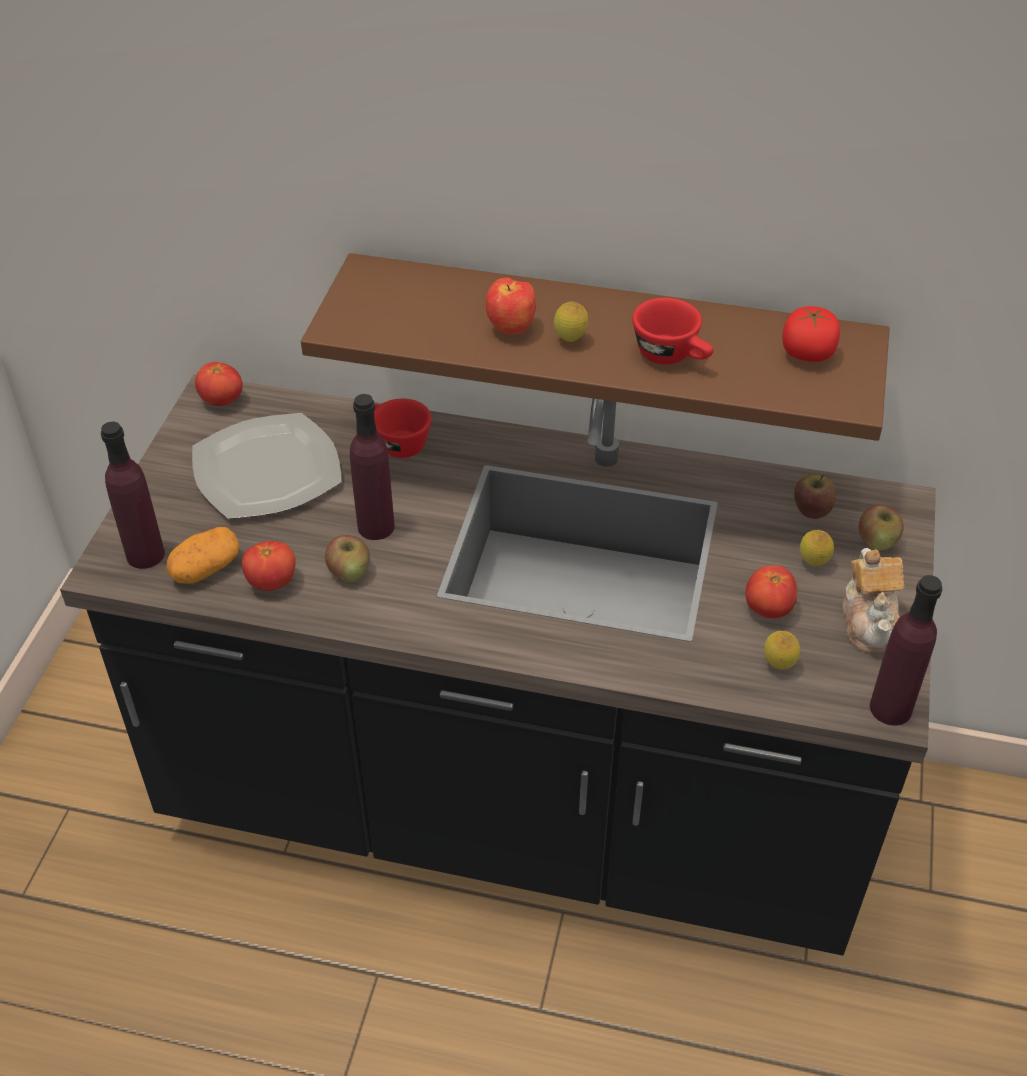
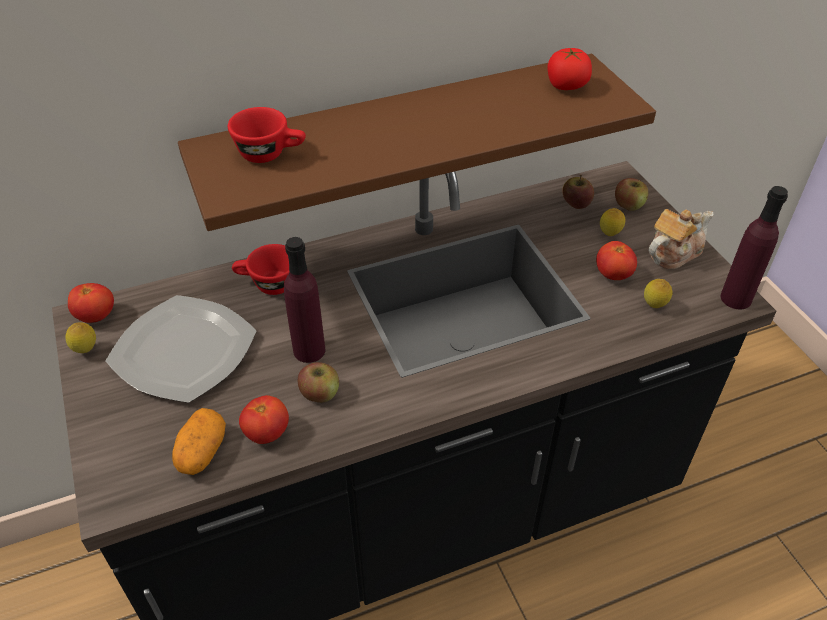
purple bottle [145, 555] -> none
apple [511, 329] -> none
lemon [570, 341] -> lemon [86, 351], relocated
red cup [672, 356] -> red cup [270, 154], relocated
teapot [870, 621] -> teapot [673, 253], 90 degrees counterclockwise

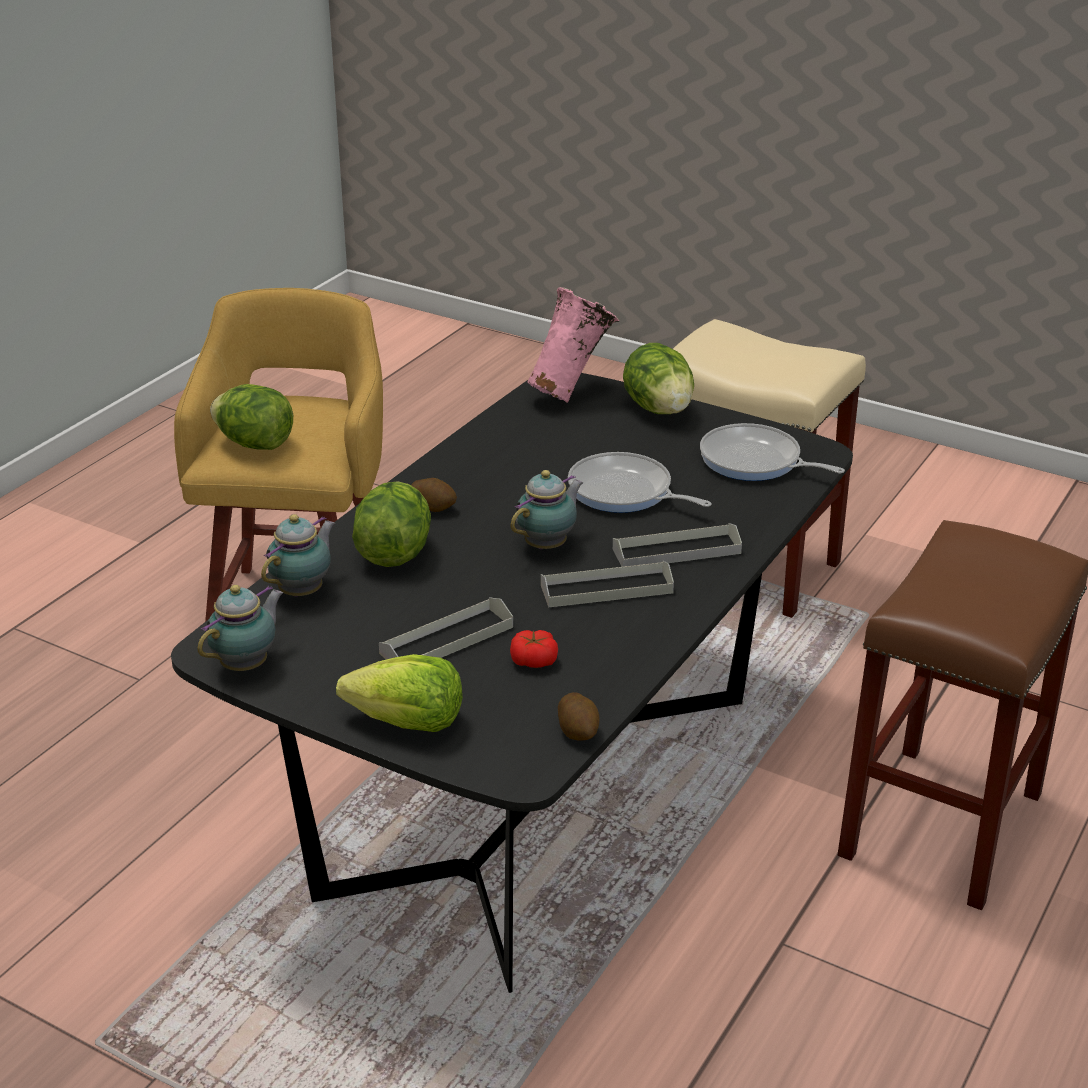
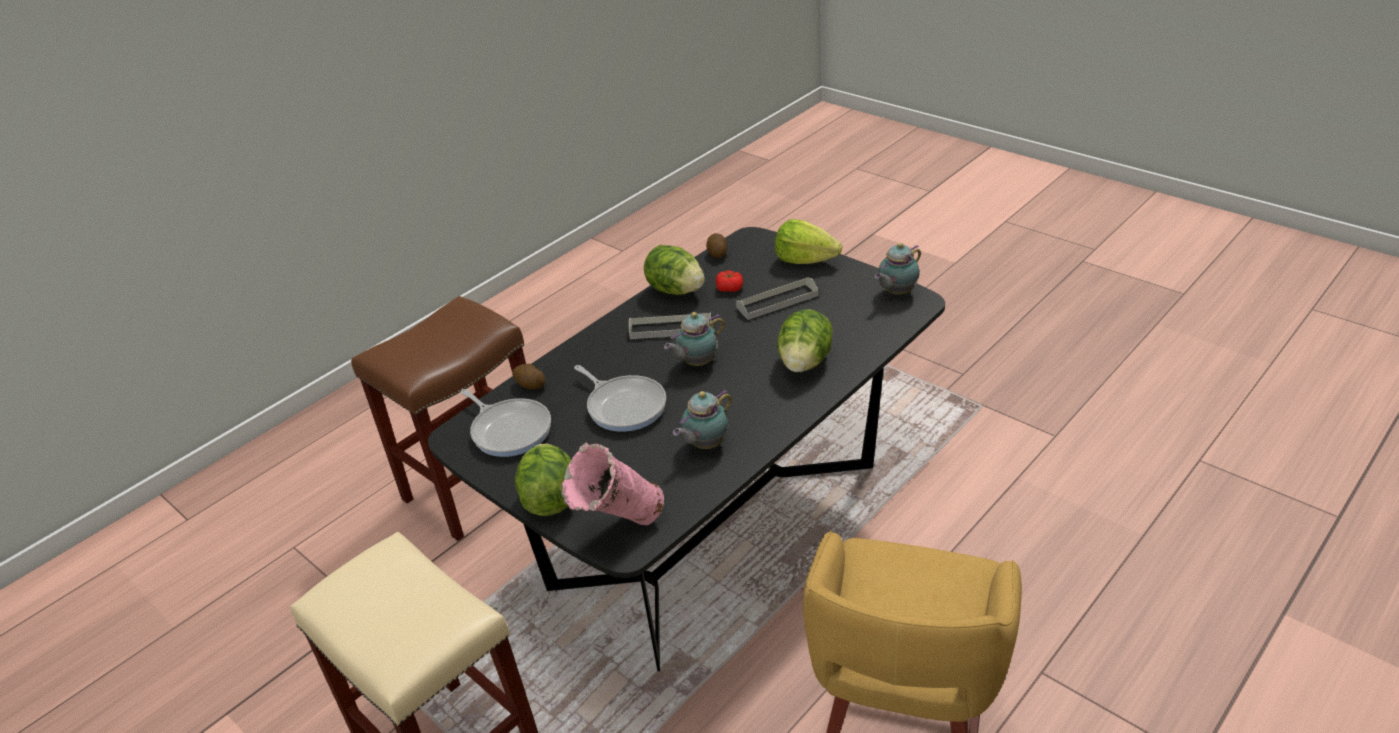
grey tray [676, 551] -> none
lettuce [255, 444] -> lettuce [676, 290], relocated
teapot [304, 591] -> teapot [705, 445], relocated
potato [432, 507] -> potato [530, 385], relocated

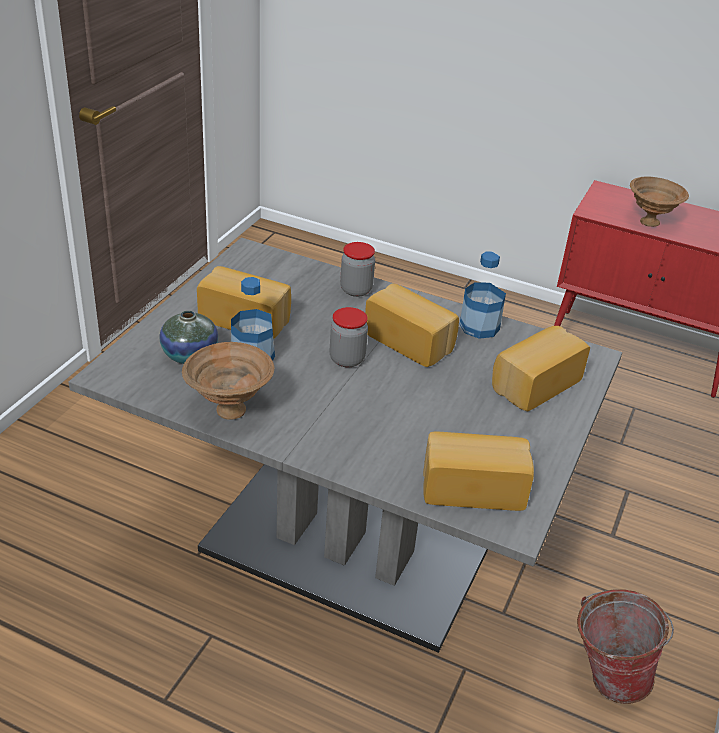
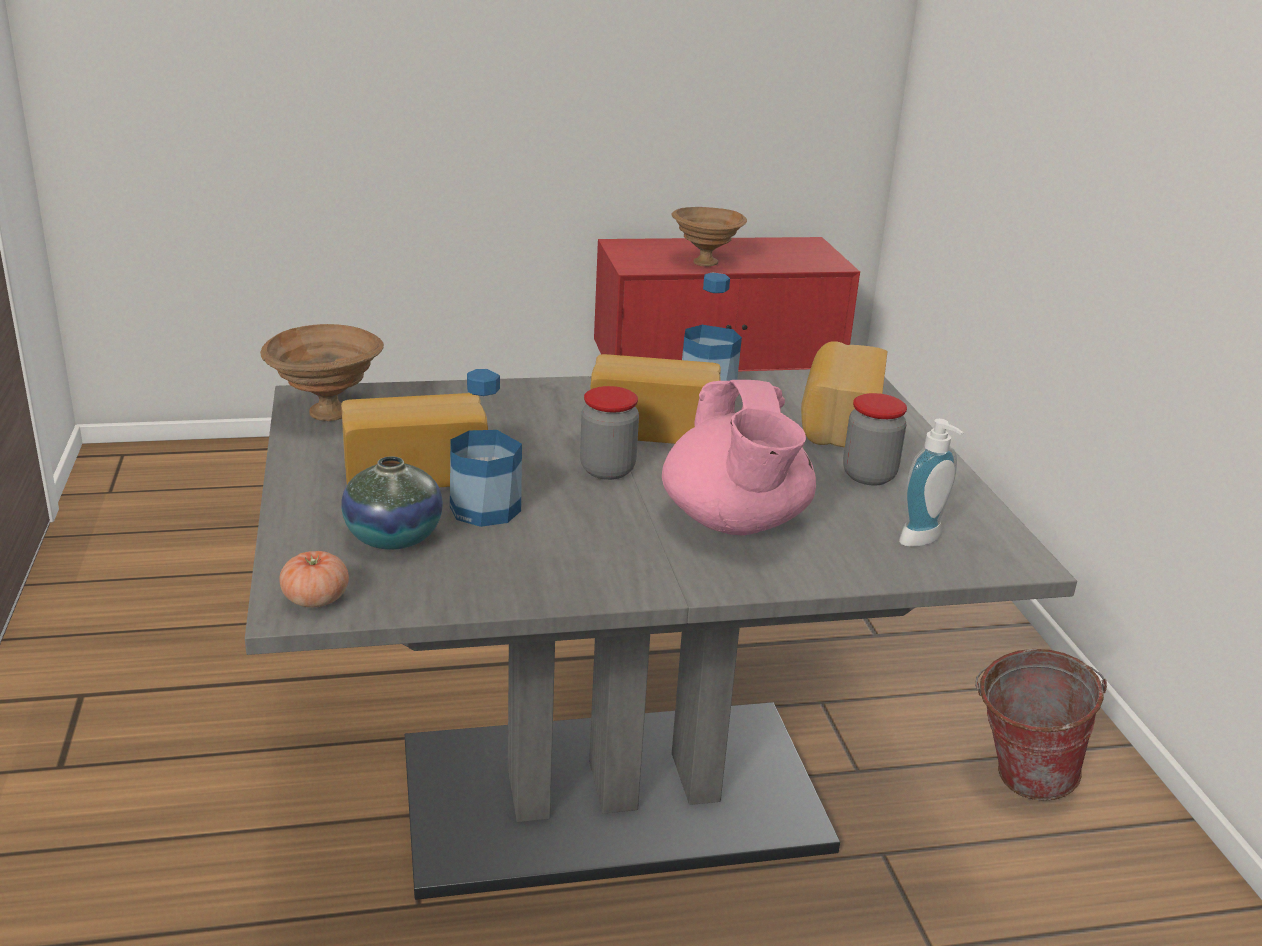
none -> tomato [315, 599]
none -> pink teapot [735, 523]
brown bowl [228, 411] -> brown bowl [326, 414], relocated
jar [356, 290] -> jar [869, 476], relocated
bread [472, 486] -> soap dispenser [925, 541]

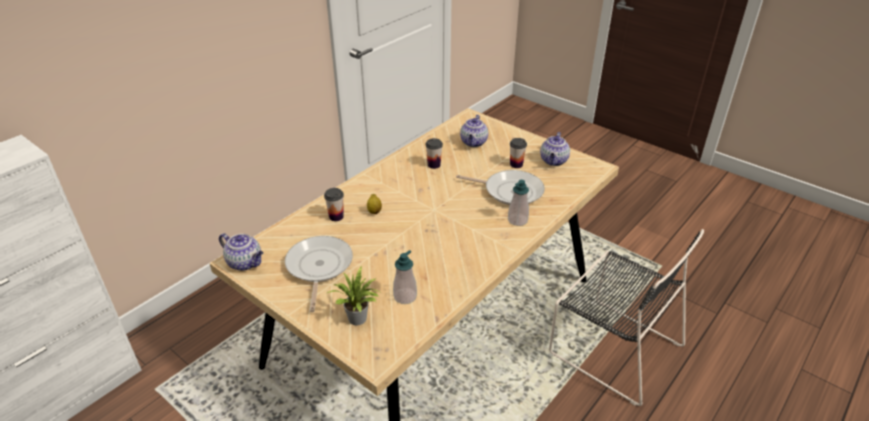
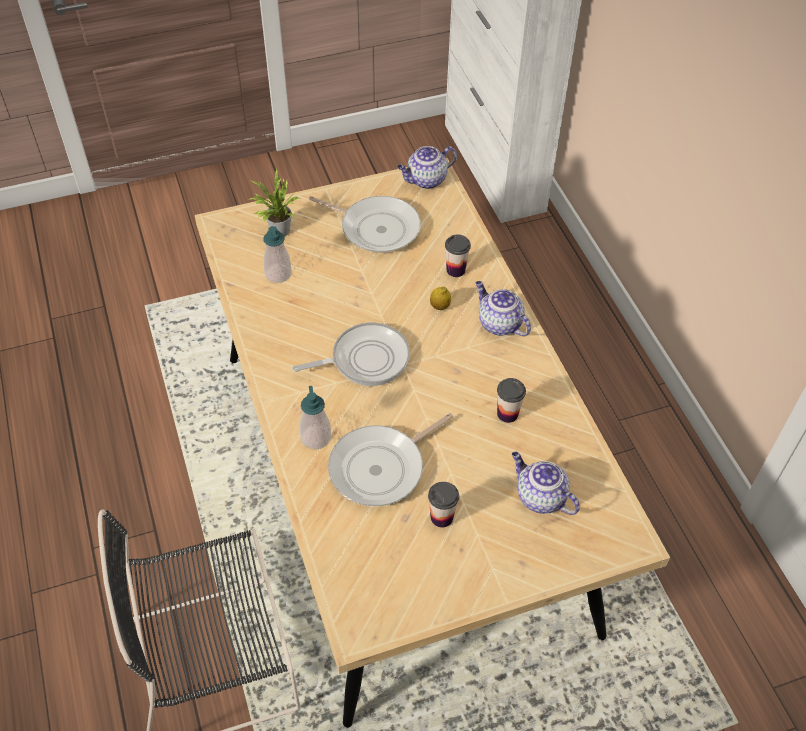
none -> frying pan [365, 359]
teapot [554, 161] -> teapot [498, 323], relocated

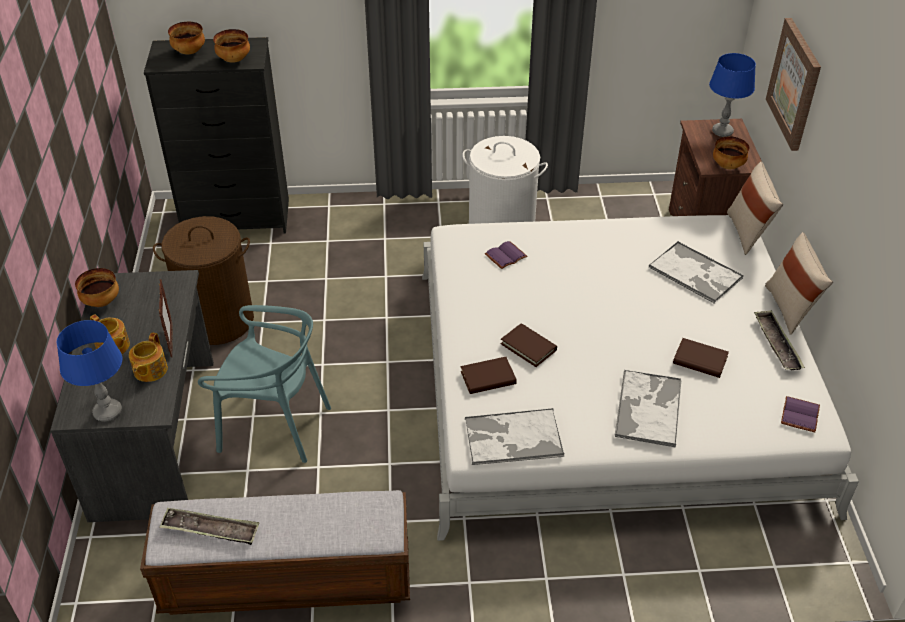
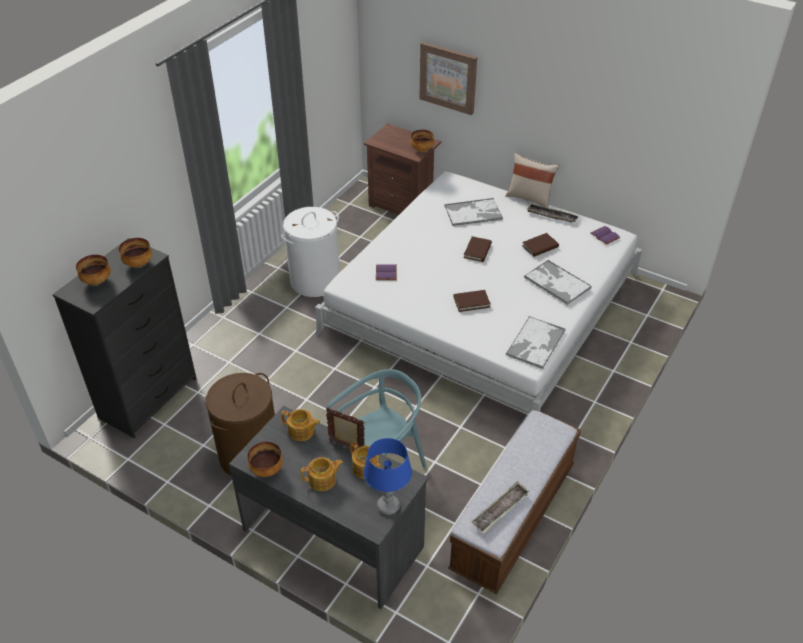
blue table lamp [722, 132] -> none
beige pillow [748, 233] -> none
none -> teapot [301, 431]
brown book [488, 378] -> brown book [477, 251], relocated

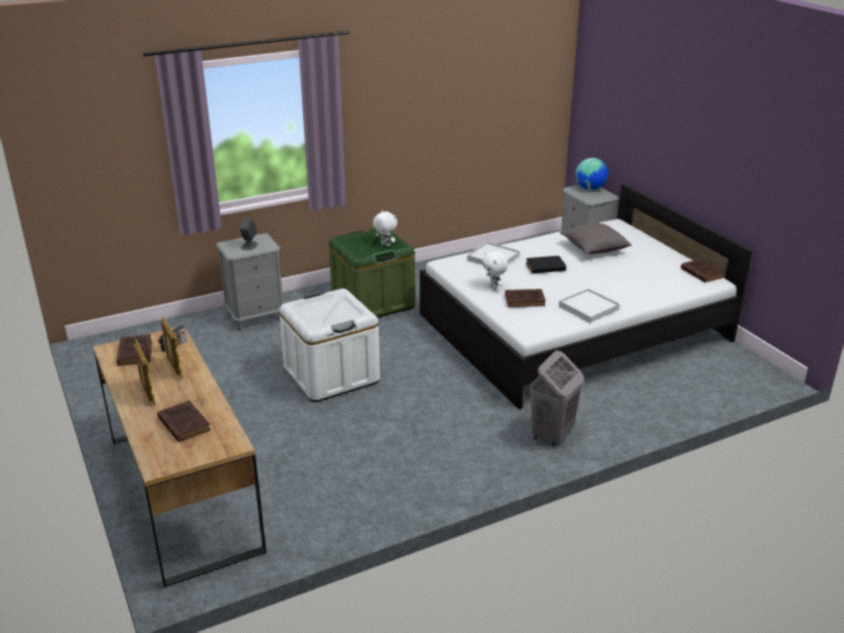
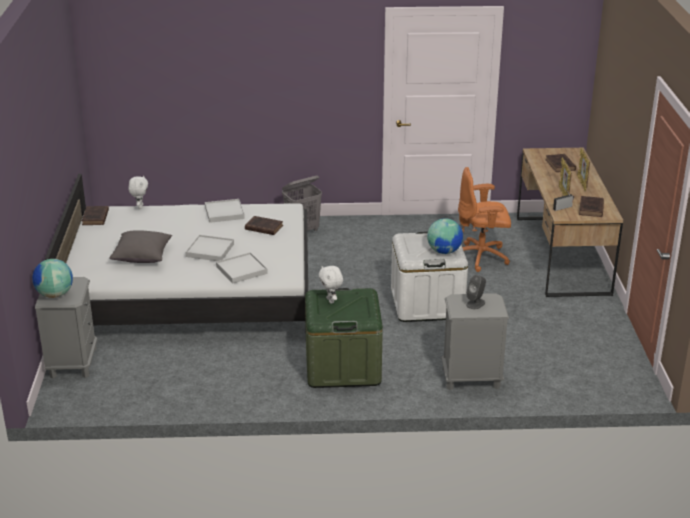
none -> globe [444, 251]
none -> orange office chair [481, 257]
white plush toy [494, 287] -> white plush toy [140, 207], relocated
black book [544, 267] -> white tray [210, 250]

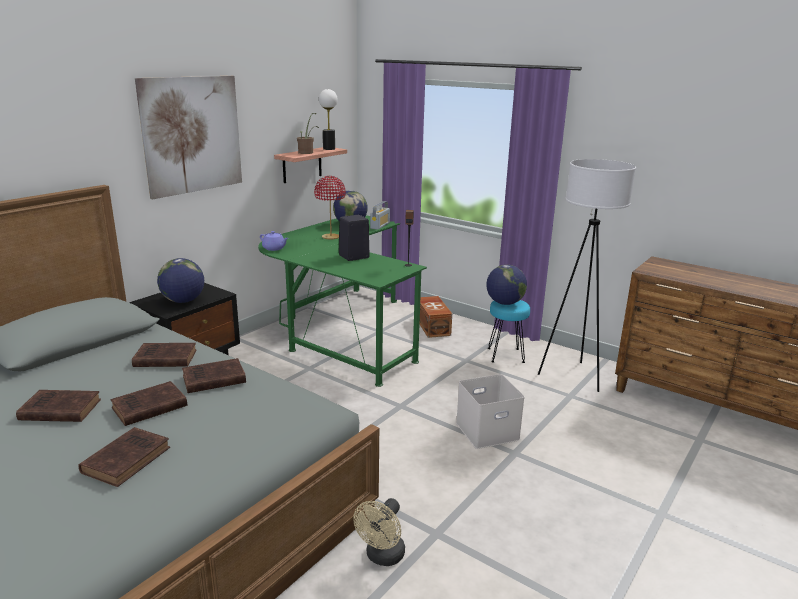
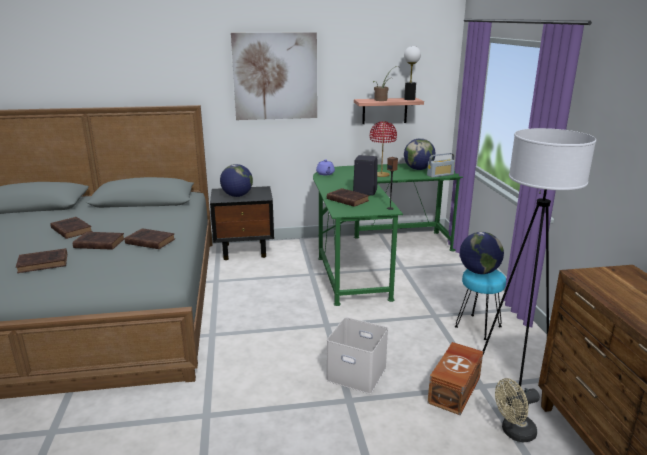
brown book [163, 358] -> brown book [346, 200], relocated
beige fan [382, 557] -> beige fan [514, 432], relocated
brown storage box [433, 326] -> brown storage box [455, 389], relocated

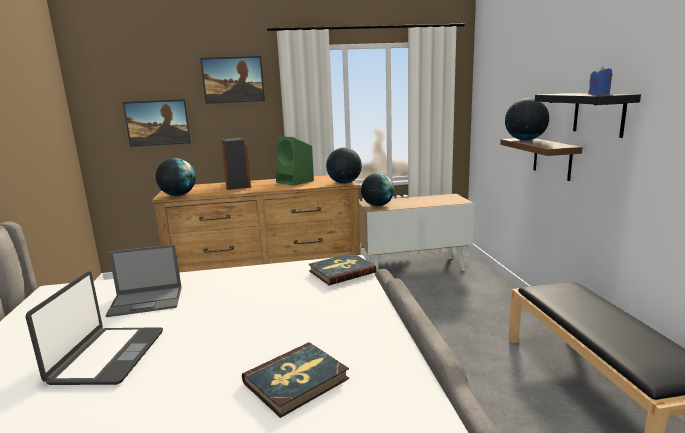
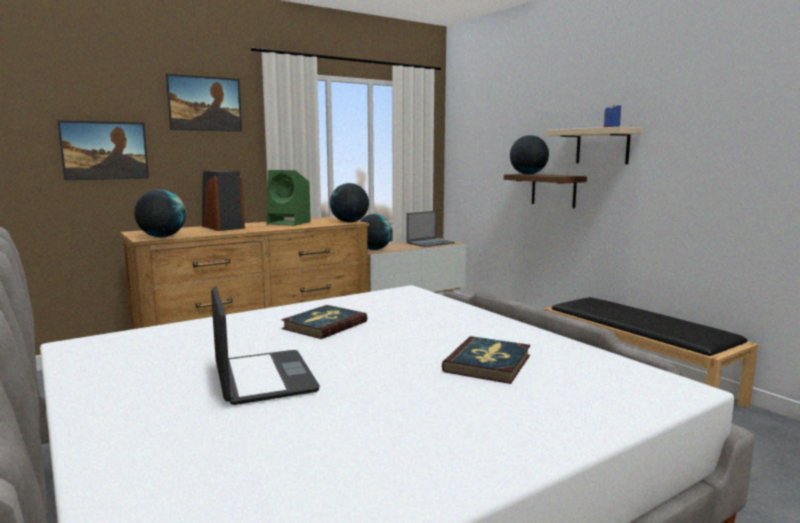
laptop [147, 301] -> laptop [430, 243], relocated
book [341, 271] -> book [324, 325], relocated
black shelf [599, 114] -> beige shelf [602, 146]

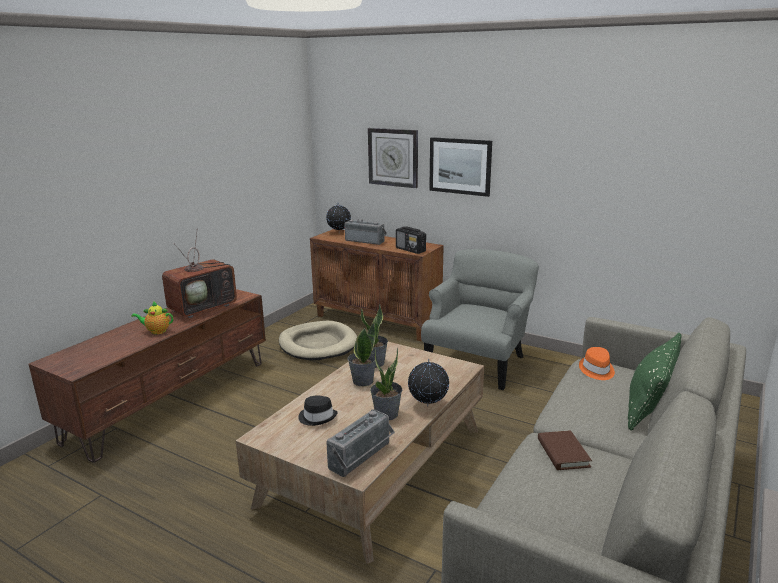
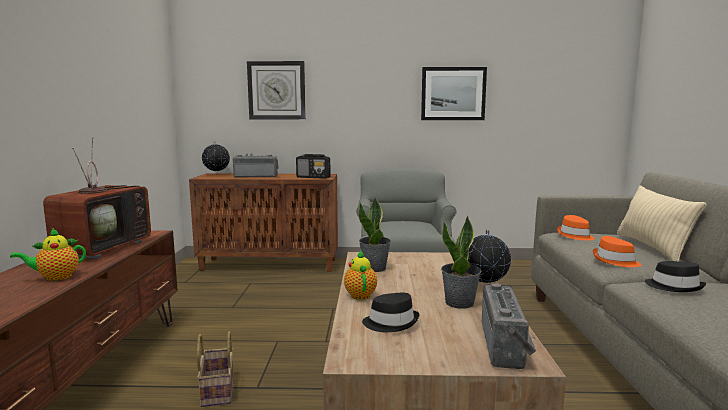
beige dog bed [318, 344] -> none
potted plant [362, 381] -> none
none -> basket [216, 389]
none -> teapot [360, 294]
none -> orange hat [615, 261]
picture [460, 166] -> picture [453, 94], relocated
brown book [563, 453] -> black hat [674, 286]
green pillow [650, 405] -> beige pillow [651, 247]

